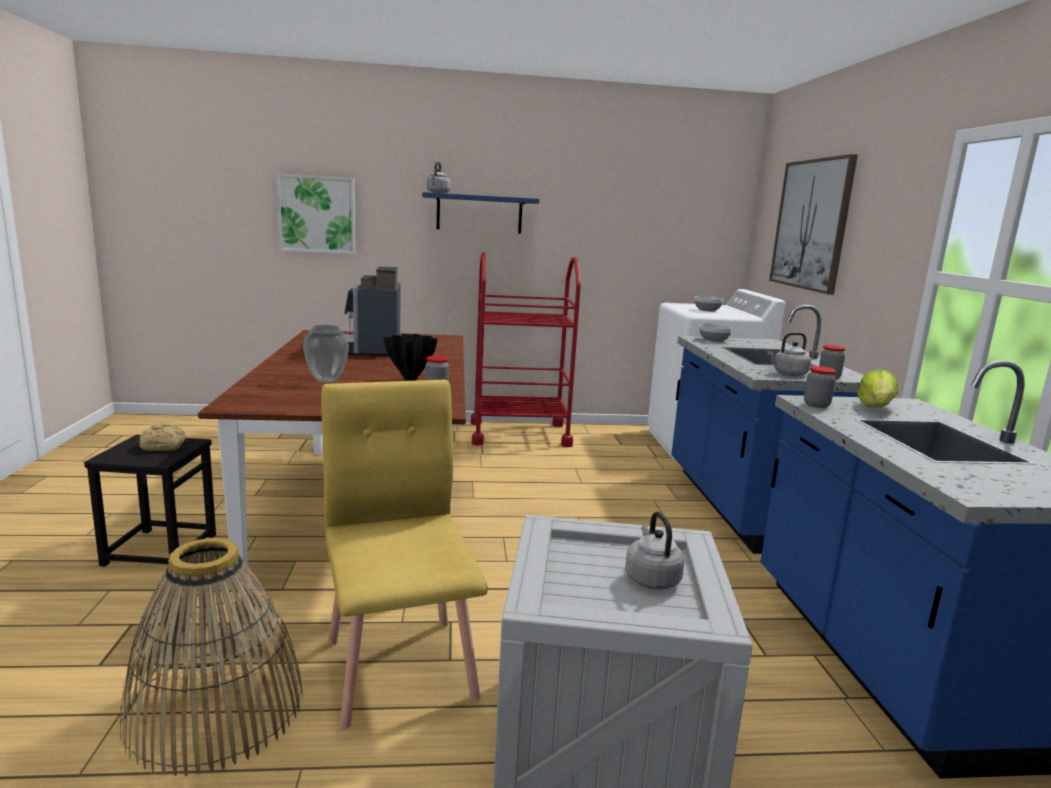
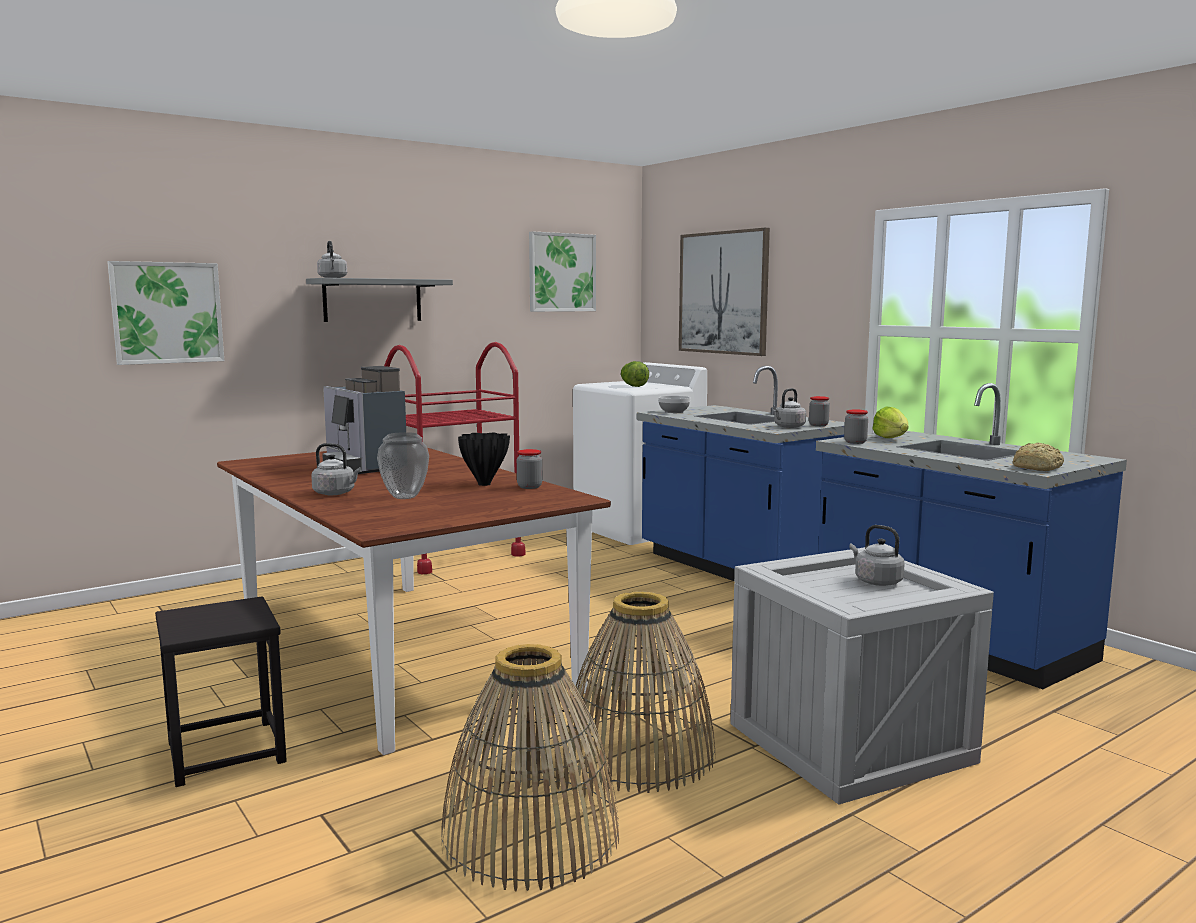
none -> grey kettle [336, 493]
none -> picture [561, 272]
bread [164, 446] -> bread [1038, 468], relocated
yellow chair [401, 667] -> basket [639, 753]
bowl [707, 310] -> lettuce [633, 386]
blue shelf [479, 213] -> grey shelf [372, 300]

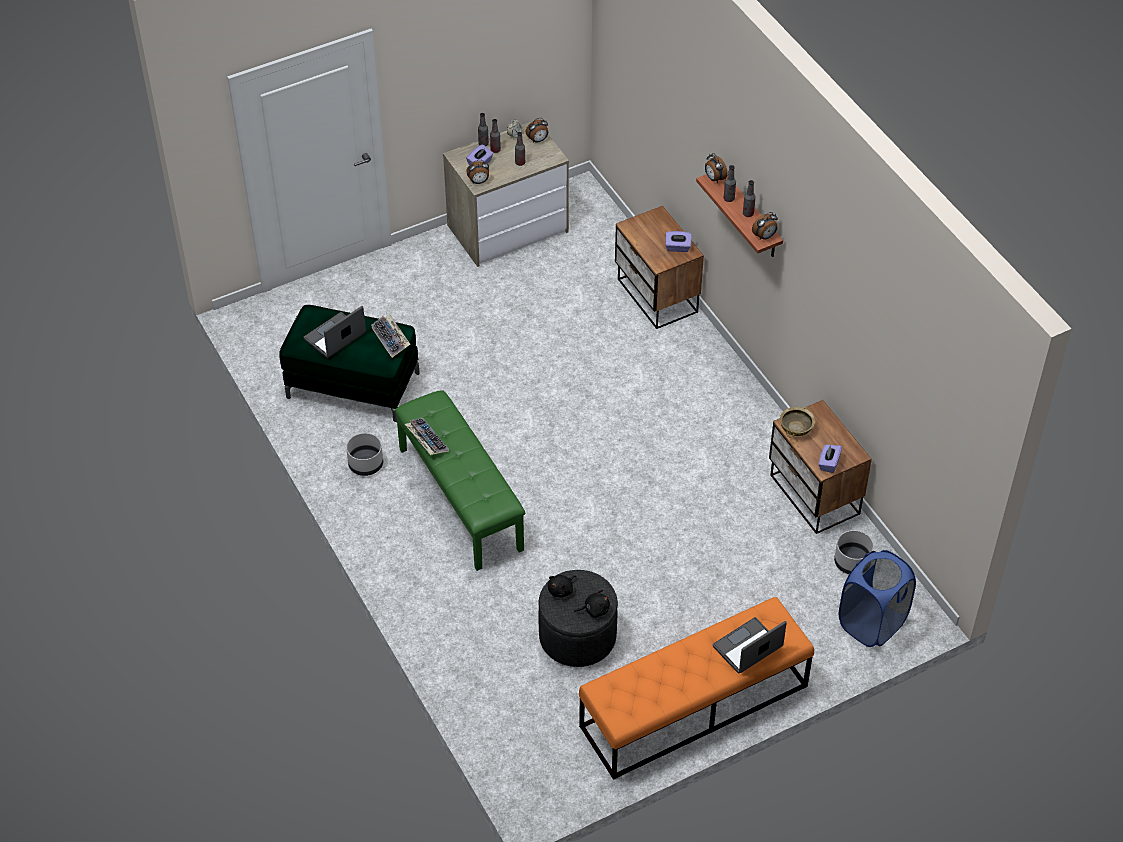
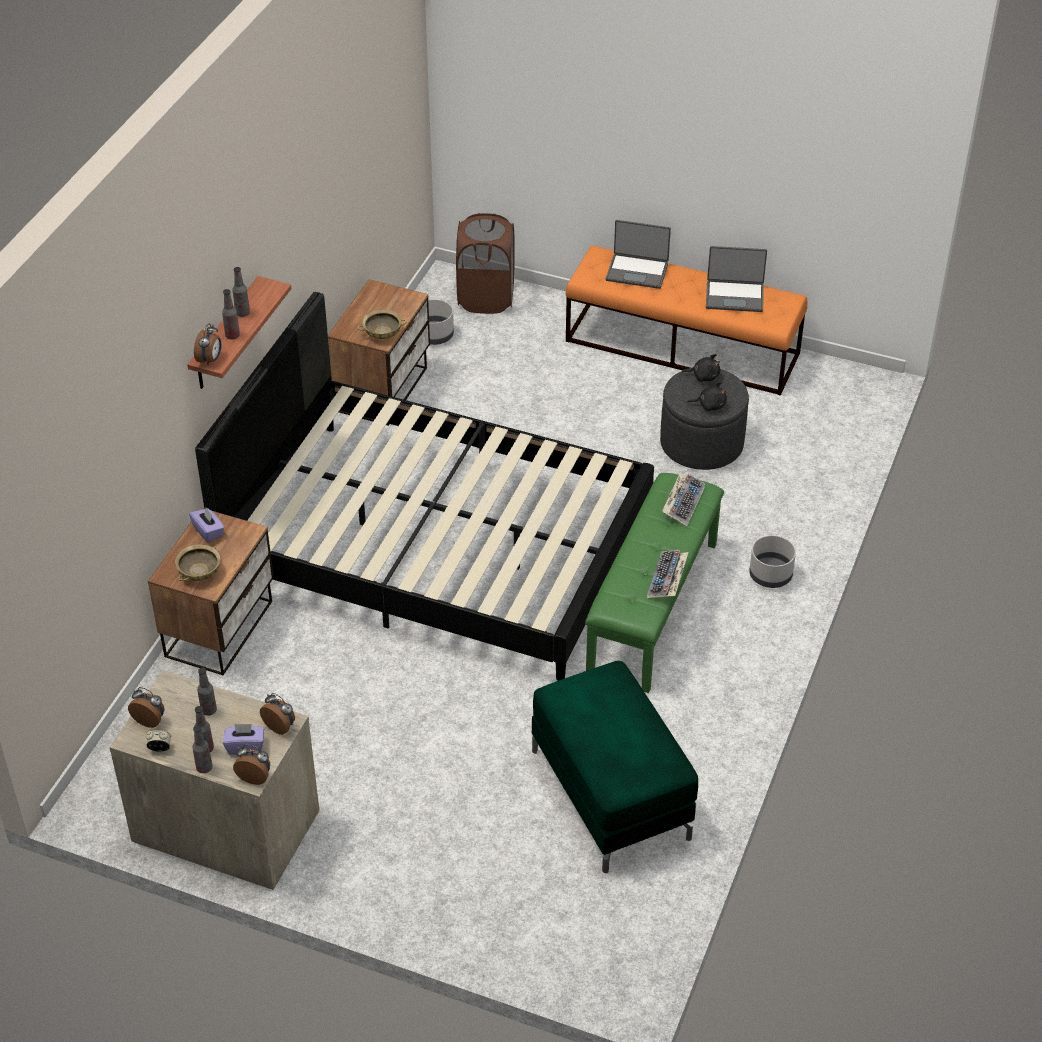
purple tissue box [828, 463] -> none
none -> beige bowl [200, 572]
none -> black bed [436, 545]
laptop [335, 337] -> laptop [734, 296], relocated
grey planter [366, 464] -> grey planter [770, 575], relocated
keyboard [391, 339] -> keyboard [683, 502], relocated
alarm clock [764, 237] -> alarm clock [255, 776], relocated
blue laundry basket [872, 623] -> brown laundry basket [486, 298]
black plush toy [594, 610] -> black plush toy [704, 376], 150 degrees clockwise

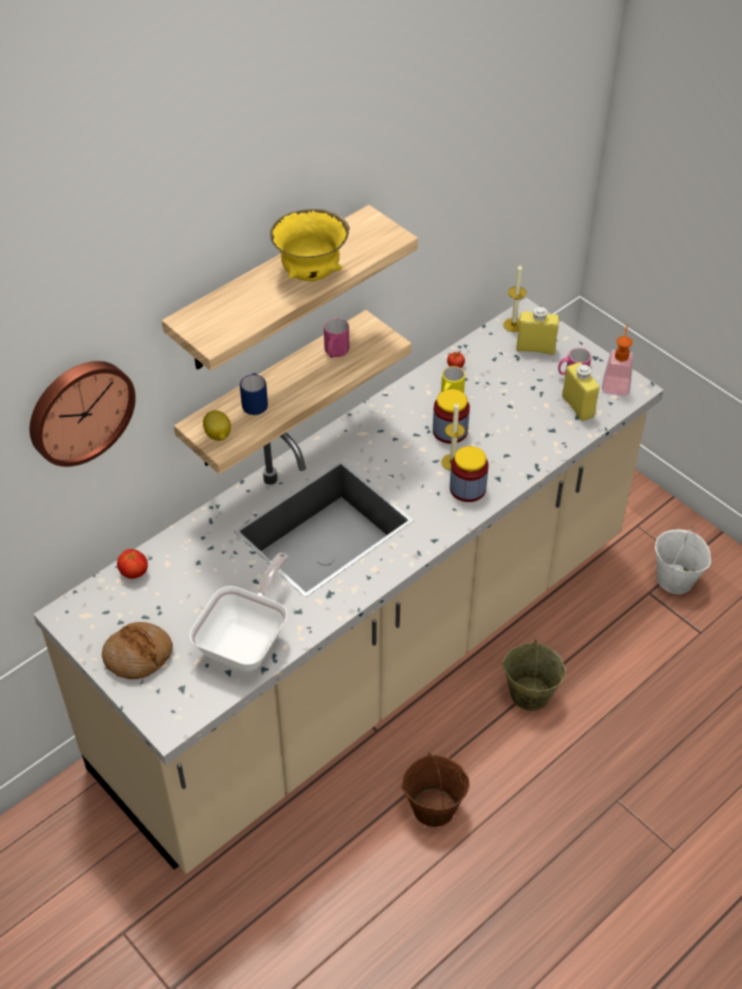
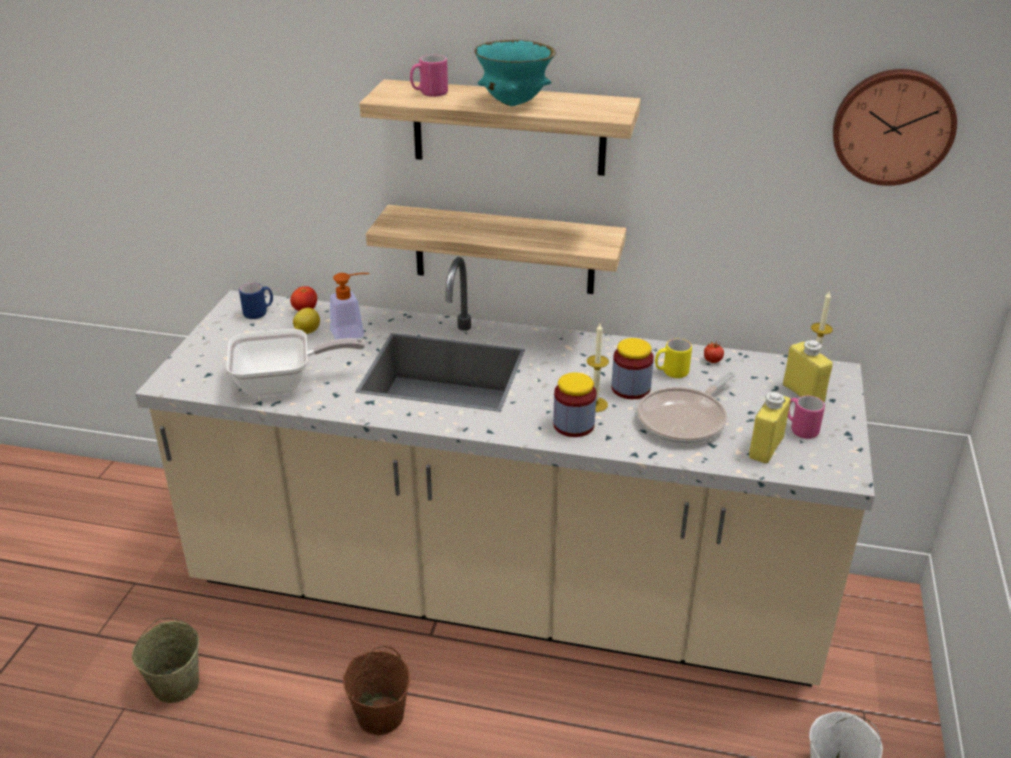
bread [138, 655] -> none
none -> frying pan [685, 420]
wall clock [79, 410] -> wall clock [893, 126], relocated
lemon [218, 435] -> lemon [307, 331], relocated
blue mug [255, 403] -> blue mug [259, 313], relocated
pink mug [335, 353] -> pink mug [429, 94], relocated
beige bucket [529, 694] -> beige bucket [176, 684], relocated
soap dispenser [616, 382] -> soap dispenser [353, 332], relocated
yellow bowl [311, 274] -> turquoise bowl [514, 103]

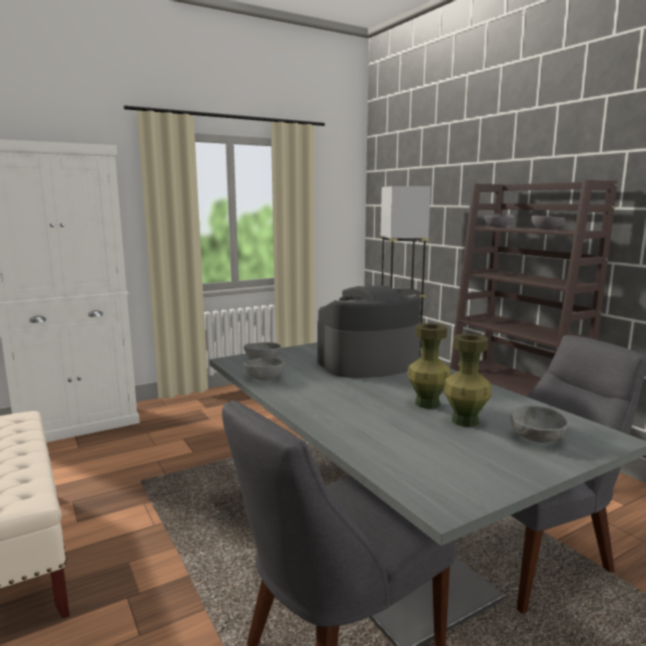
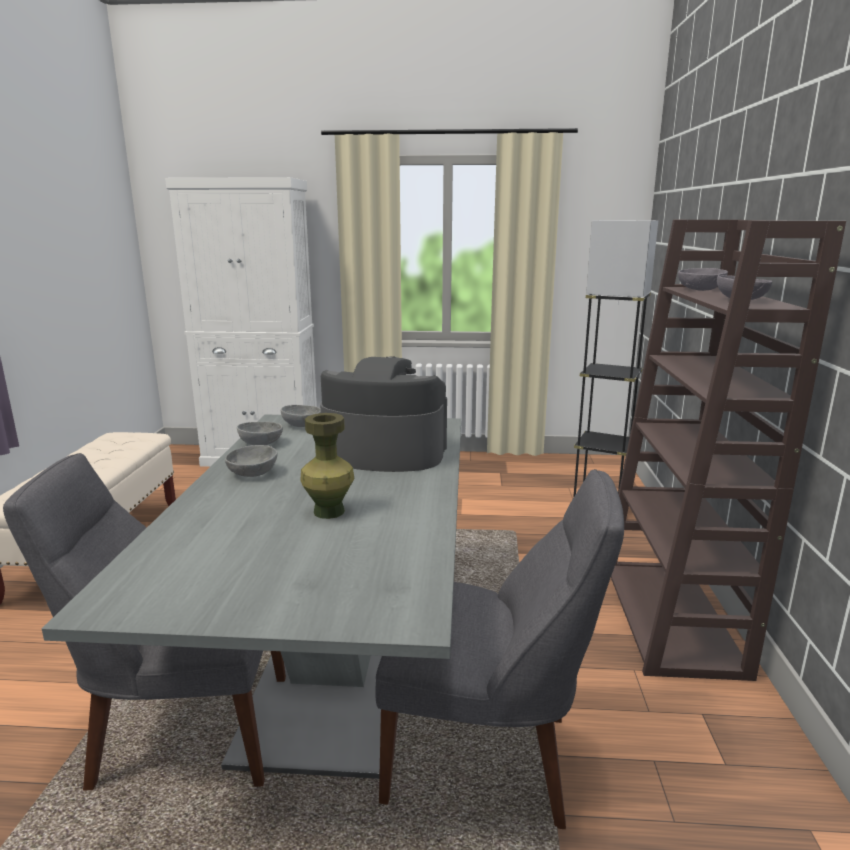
green vase [464, 421] -> none
grey bowl [538, 438] -> grey bowl [253, 474], relocated

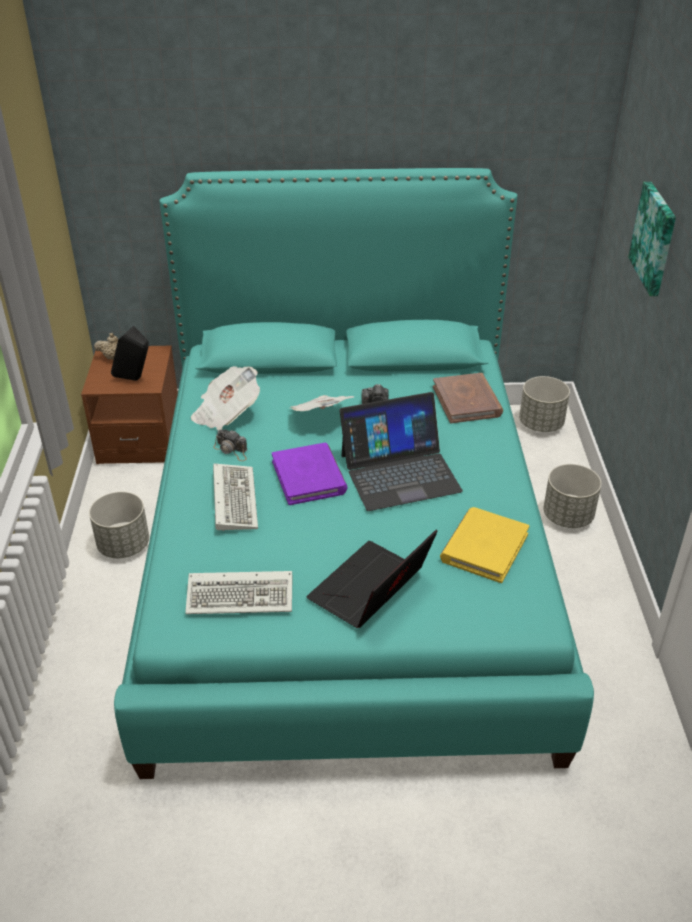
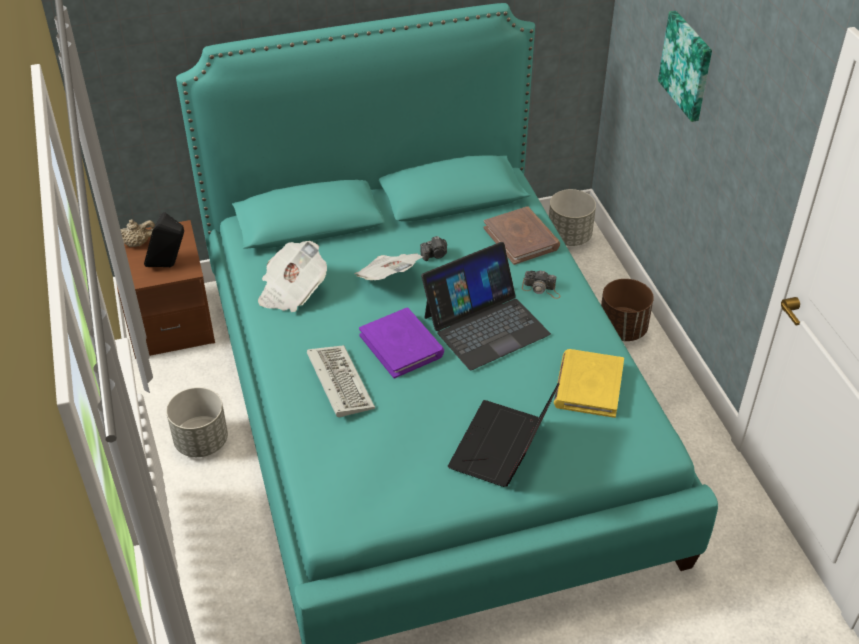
keyboard [242, 595] -> none
photo camera [232, 450] -> photo camera [541, 289], relocated
grey planter [568, 516] -> brown planter [622, 329]

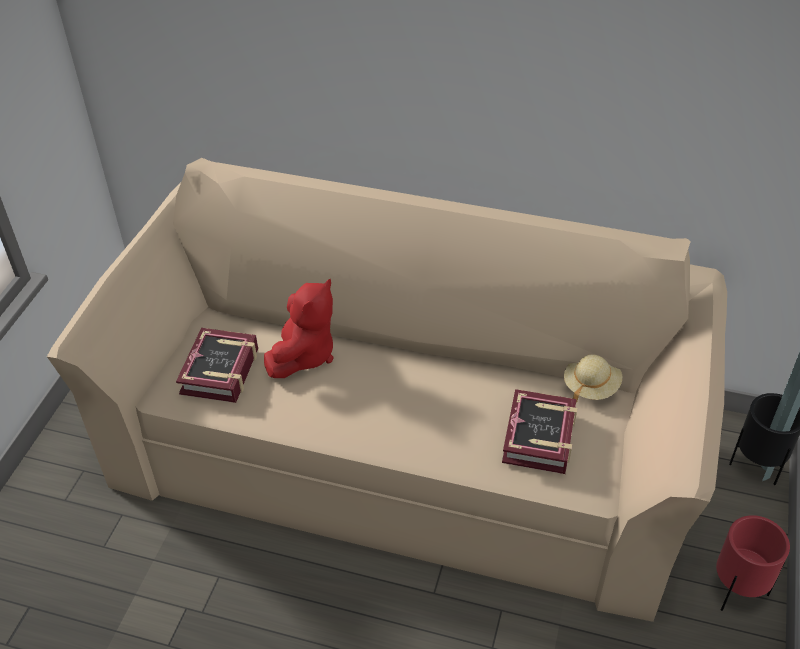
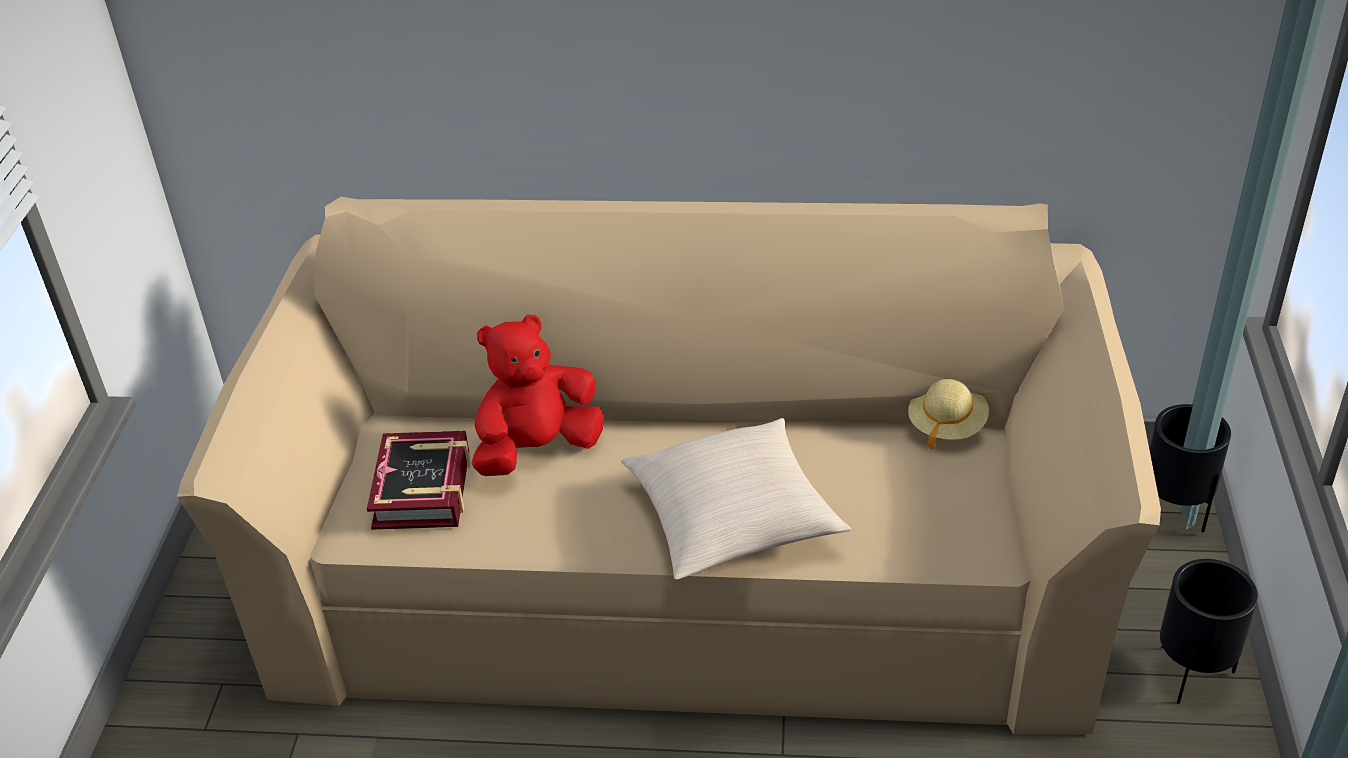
book [539, 437] -> none
none -> beige pillow [732, 518]
red planter [736, 590] -> black planter [1190, 674]
red plush toy [304, 354] -> red plush toy [537, 449], 135 degrees counterclockwise

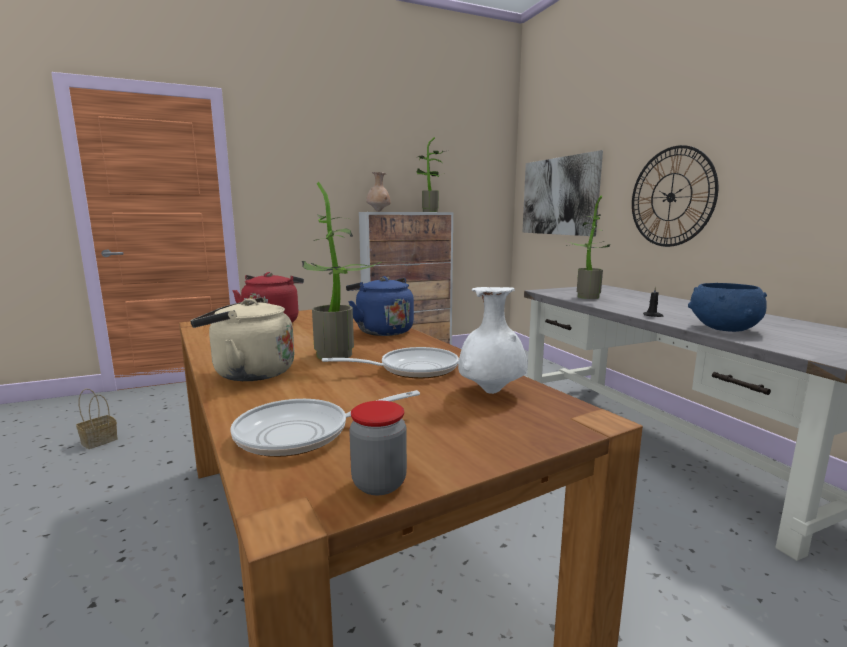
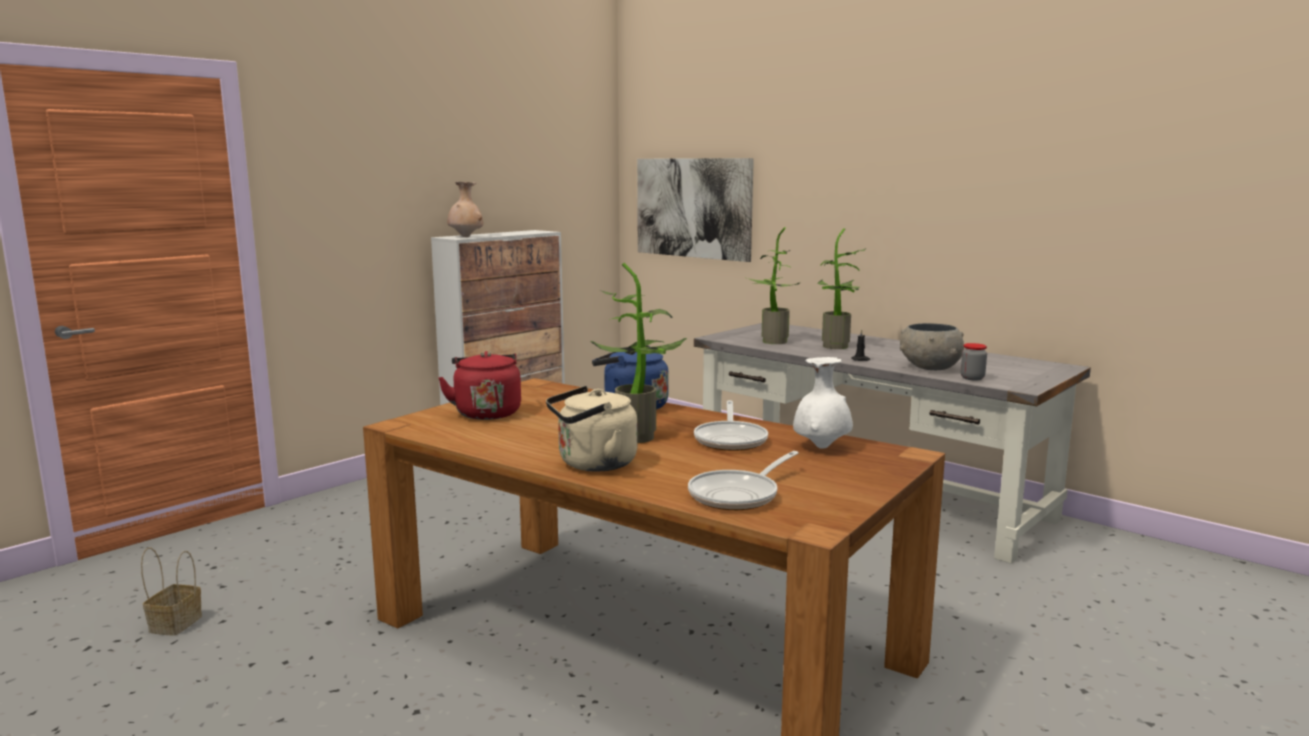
wall clock [671, 197] -> none
jar [379, 483] -> jar [972, 378], relocated
potted plant [430, 211] -> potted plant [838, 347], relocated
blue bowl [723, 329] -> grey bowl [930, 368]
frying pan [412, 369] -> frying pan [731, 439], 135 degrees clockwise

